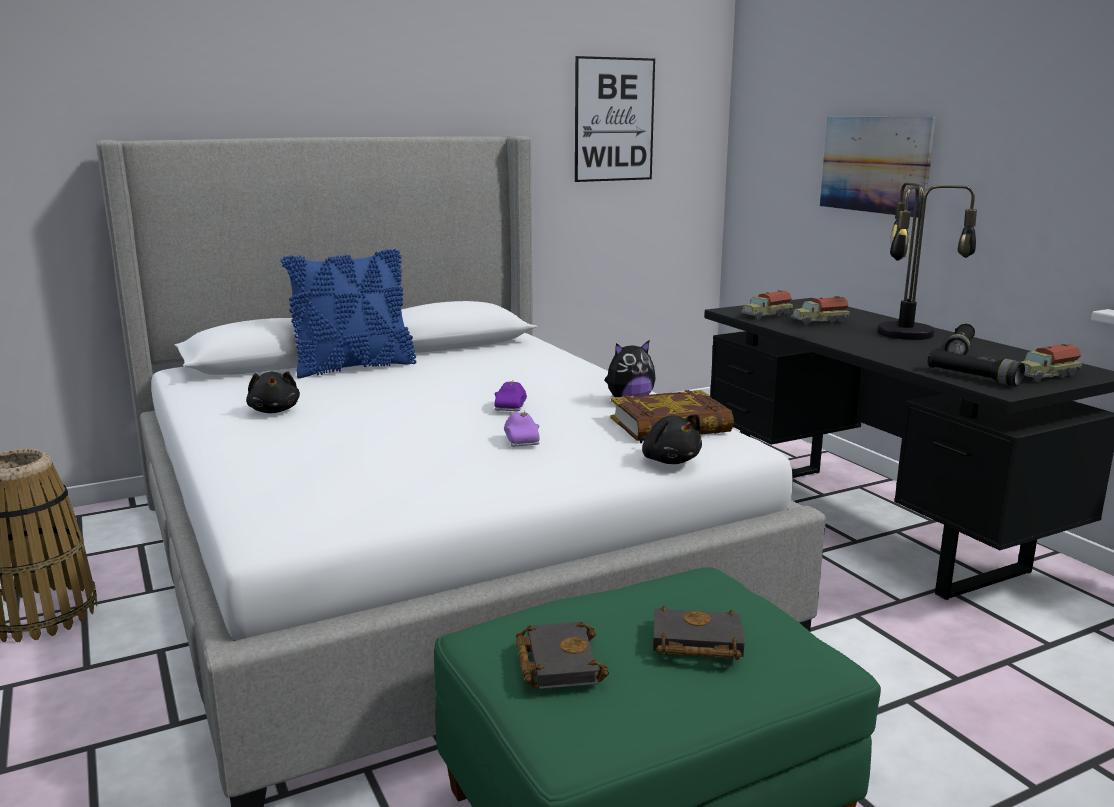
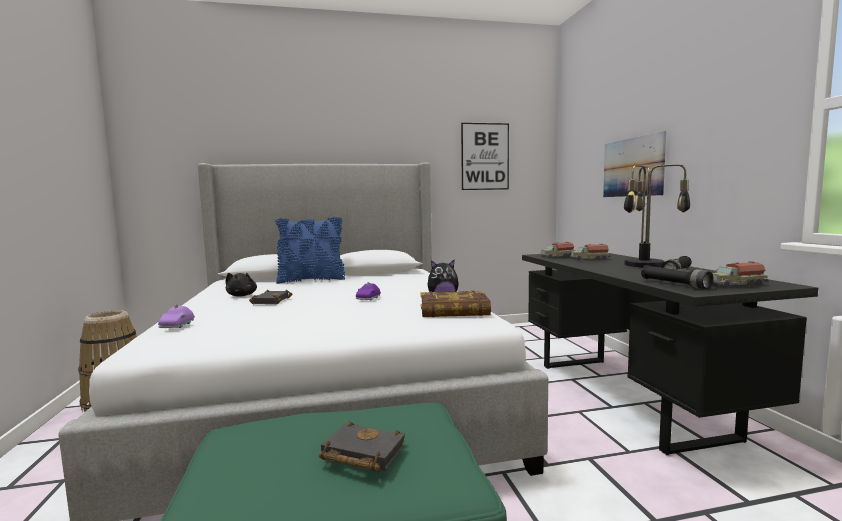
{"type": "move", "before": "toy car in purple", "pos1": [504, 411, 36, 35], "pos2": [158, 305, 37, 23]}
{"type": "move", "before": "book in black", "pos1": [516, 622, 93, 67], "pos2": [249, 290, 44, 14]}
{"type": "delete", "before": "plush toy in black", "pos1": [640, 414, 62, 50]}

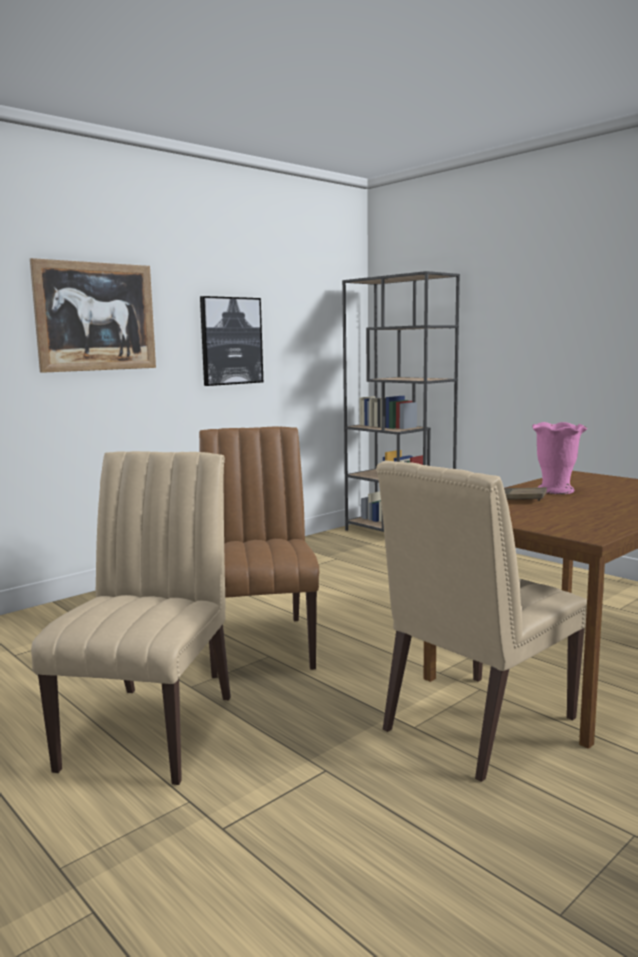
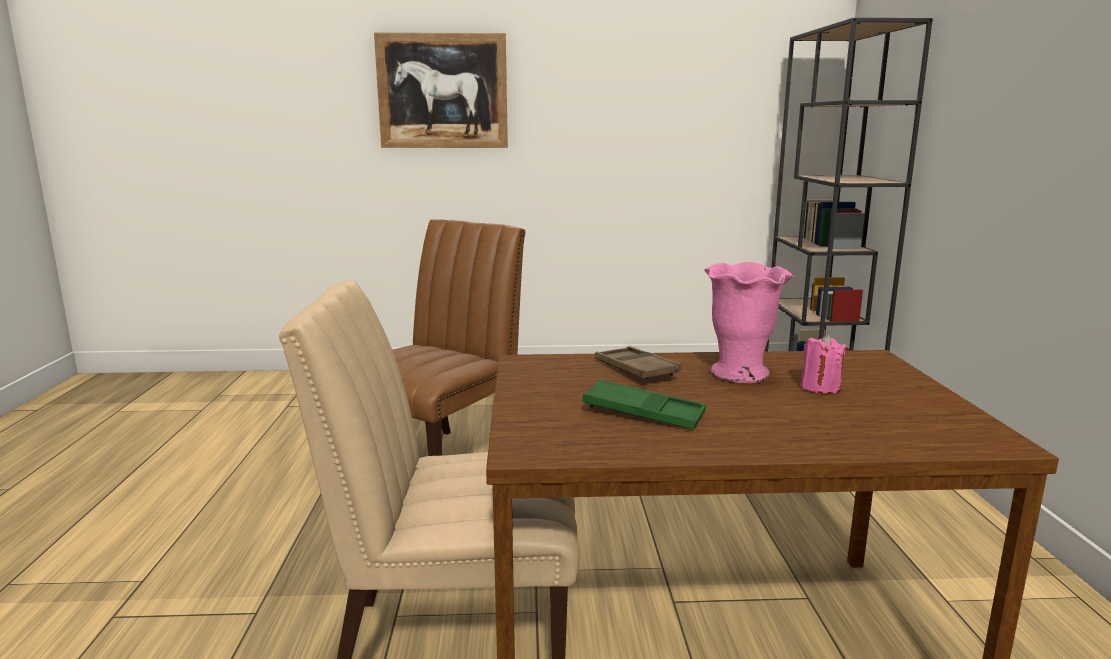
{"type": "delete", "before": "chair in beige", "pos1": [31, 451, 200, 334]}
{"type": "delete", "before": "picture", "pos1": [200, 296, 63, 90]}
{"type": "insert", "after": "tray in green", "pos2": [582, 379, 124, 50]}
{"type": "insert", "after": "candle in pink", "pos2": [801, 334, 46, 60]}

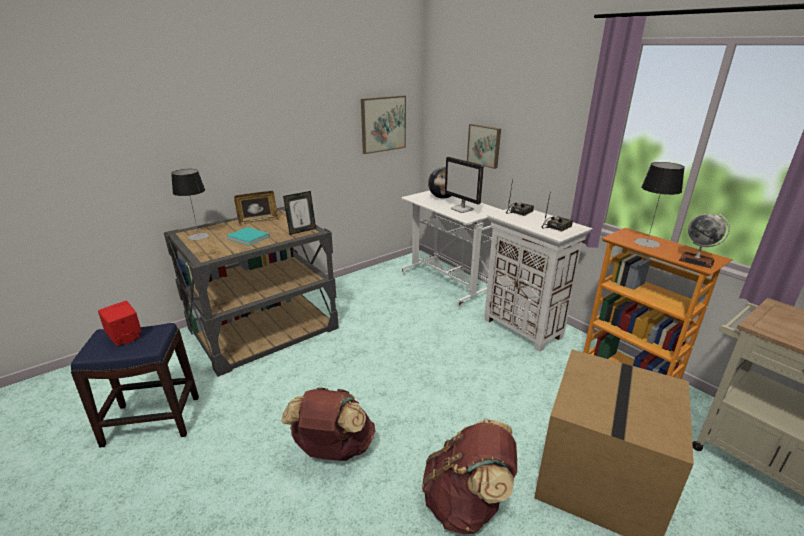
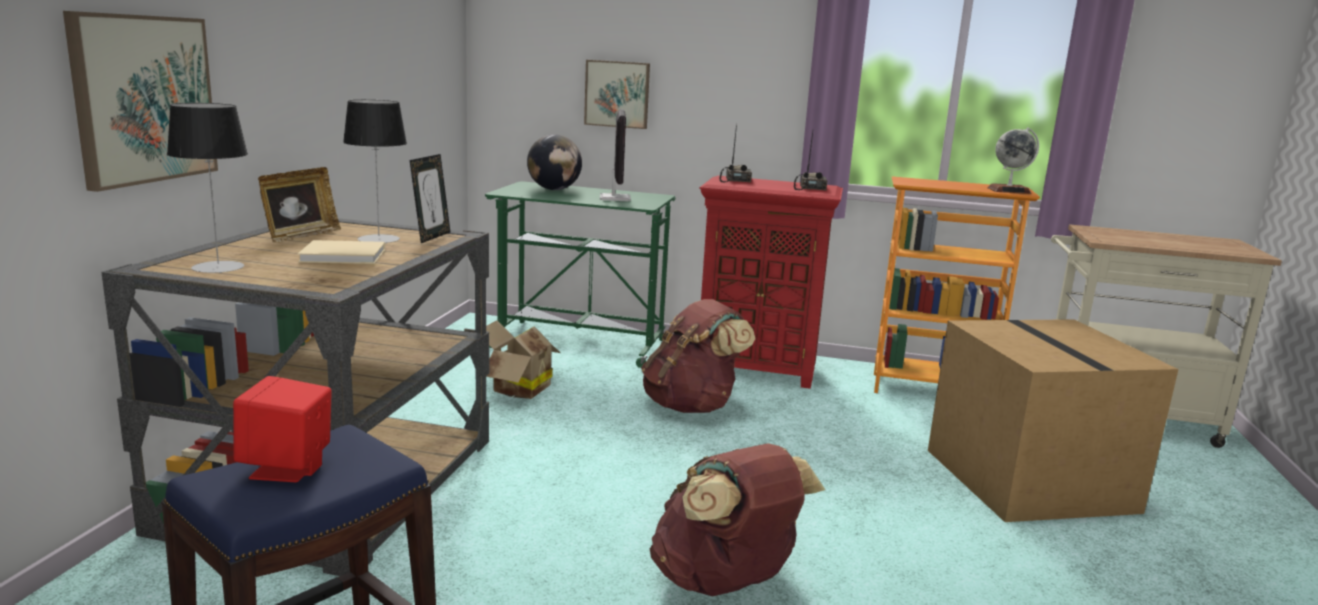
{"type": "recolor", "before": "book in turquoise", "after": "book in beige", "pos1": [226, 227, 44, 19], "pos2": [298, 240, 87, 24]}
{"type": "move", "before": "picture", "pos1": [361, 95, 45, 59], "pos2": [63, 11, 155, 181]}
{"type": "recolor", "before": "desk in white", "after": "desk in green", "pos1": [401, 191, 101, 116], "pos2": [485, 182, 190, 186]}
{"type": "move", "before": "backpack in brown", "pos1": [422, 419, 95, 115], "pos2": [641, 299, 114, 114]}
{"type": "rotate", "before": "monitor", "pos1": [445, 157, 39, 56], "pos2": [600, 109, 31, 92], "turn": -105}
{"type": "recolor", "before": "cabinet in white", "after": "cabinet in red", "pos1": [485, 208, 108, 144], "pos2": [700, 176, 143, 213]}
{"type": "move", "before": "table lamp", "pos1": [634, 162, 51, 86], "pos2": [343, 99, 64, 144]}
{"type": "insert", "after": "cardboard box", "pos2": [486, 320, 75, 79]}

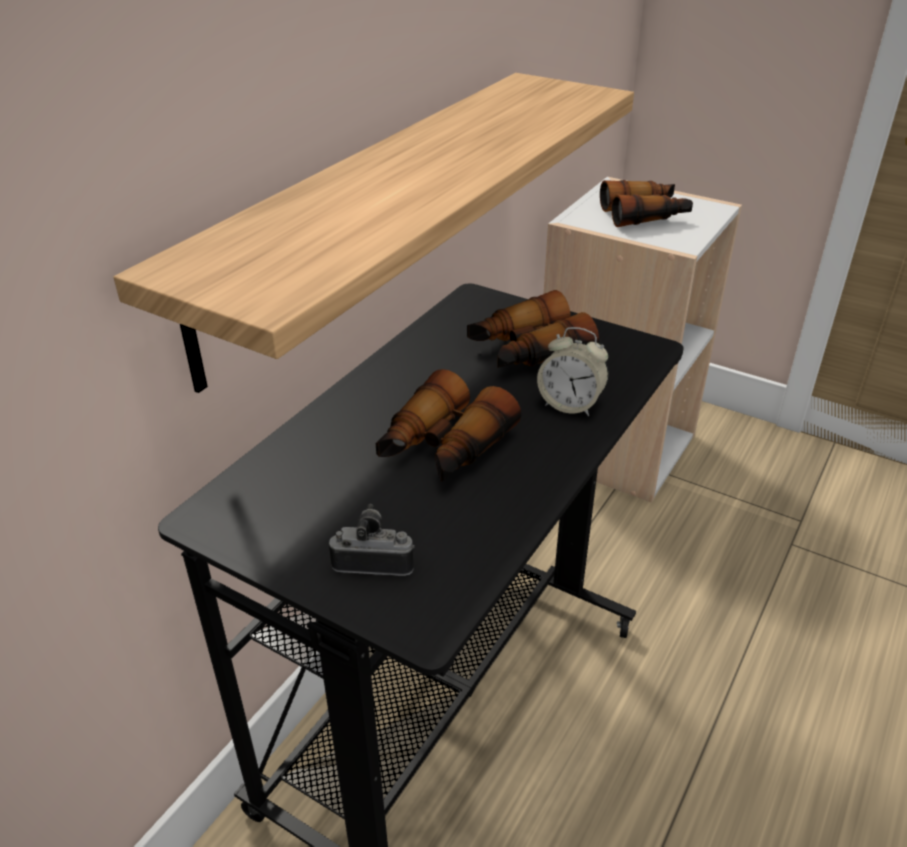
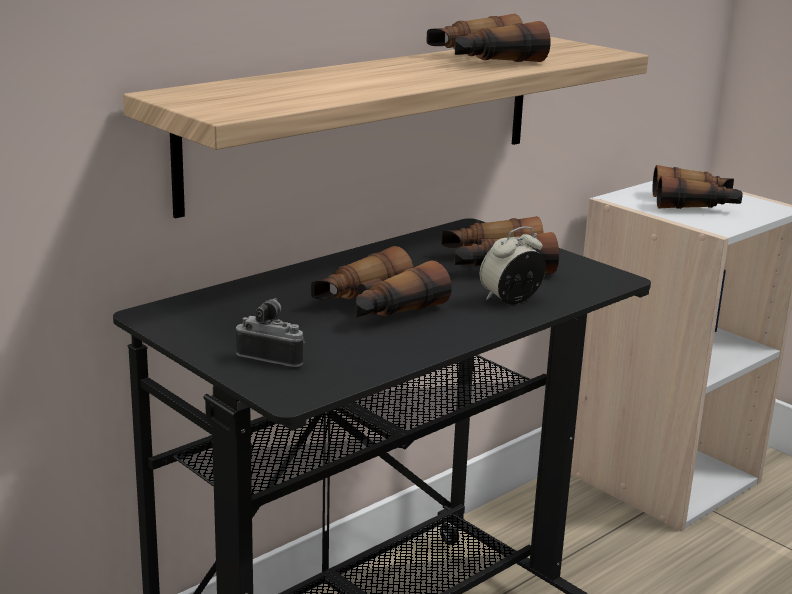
{"type": "rotate", "before": "alarm clock", "pos1": [537, 327, 71, 89], "pos2": [479, 226, 67, 79], "turn": 105}
{"type": "insert", "after": "binoculars", "pos2": [426, 14, 124, 48]}

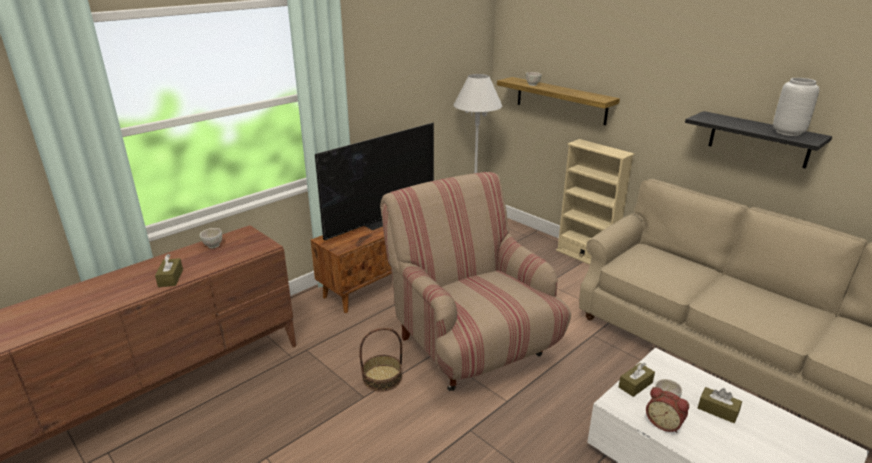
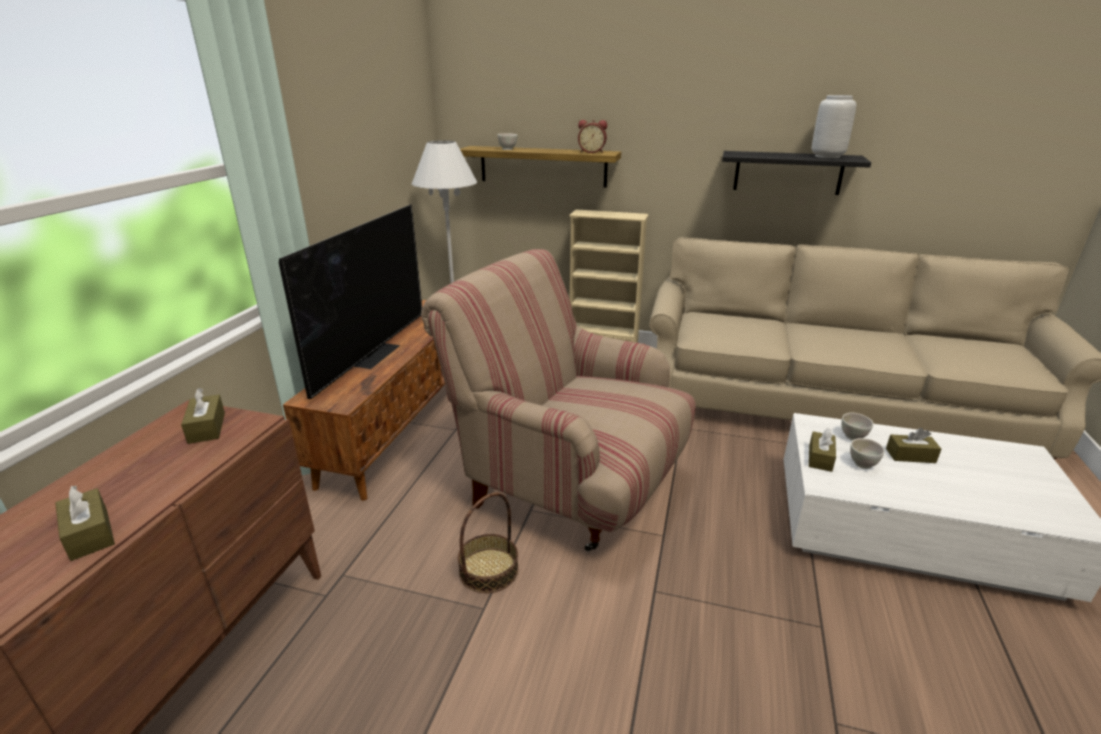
{"type": "move", "before": "bowl in white", "pos1": [199, 228, 23, 20], "pos2": [841, 413, 32, 27]}
{"type": "move", "before": "alarm clock", "pos1": [646, 387, 43, 46], "pos2": [578, 120, 29, 33]}
{"type": "insert", "after": "tissue box in brown", "pos2": [181, 388, 44, 56]}

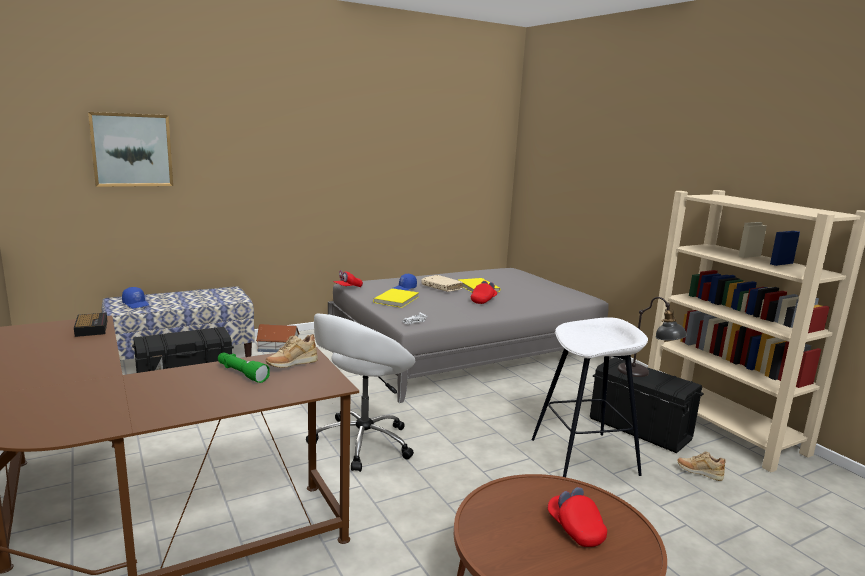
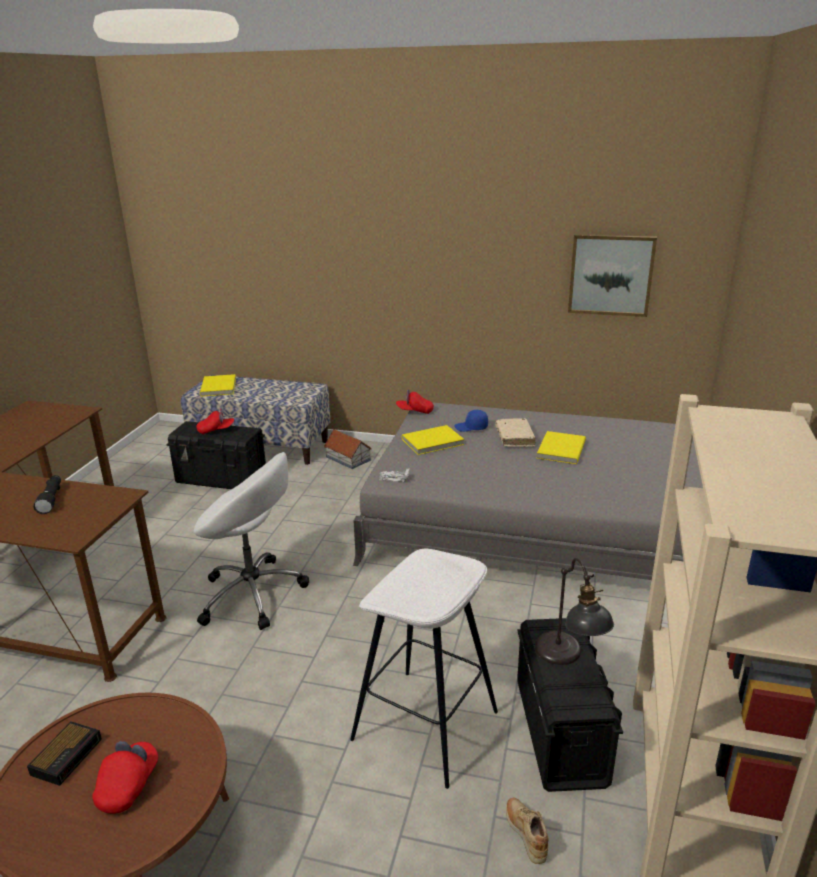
{"type": "move", "before": "alarm clock", "pos1": [74, 312, 33, 25], "pos2": [27, 721, 75, 65]}
{"type": "move", "before": "picture", "pos1": [88, 112, 85, 75], "pos2": [568, 234, 89, 83]}
{"type": "replace", "before": "cap in blue", "after": "book in yellow", "pos1": [122, 287, 27, 21], "pos2": [200, 374, 36, 23]}
{"type": "recolor", "before": "flashlight in green", "after": "flashlight in black", "pos1": [218, 353, 52, 30], "pos2": [33, 475, 28, 39]}
{"type": "delete", "before": "shoe in beige", "pos1": [266, 334, 52, 34]}
{"type": "rotate", "before": "office chair in white", "pos1": [306, 314, 109, 158], "pos2": [194, 452, 115, 178], "turn": -150}
{"type": "move", "before": "cap in red", "pos1": [471, 281, 26, 23], "pos2": [196, 408, 38, 26]}

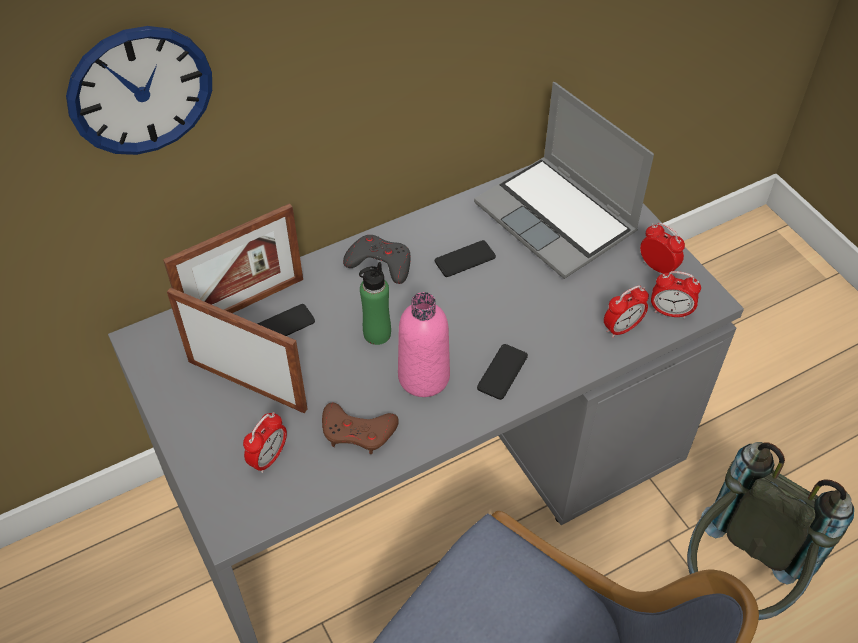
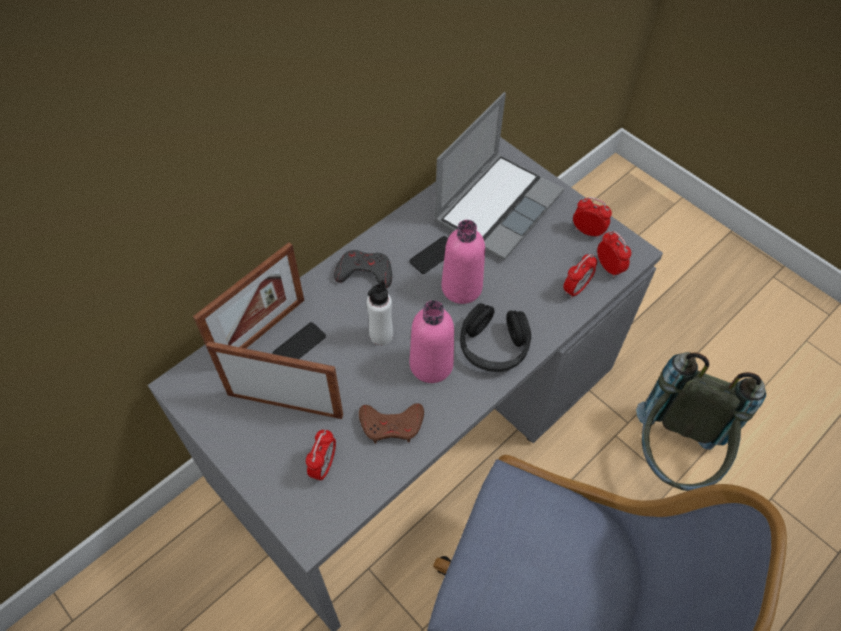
{"type": "delete", "before": "wall clock", "pos1": [66, 26, 146, 129]}
{"type": "recolor", "before": "bottle in green", "after": "bottle in white", "pos1": [359, 262, 32, 83], "pos2": [367, 280, 26, 66]}
{"type": "rotate", "before": "laptop", "pos1": [474, 82, 180, 197], "pos2": [434, 92, 130, 168], "turn": -90}
{"type": "replace", "before": "phone", "after": "headphones in black", "pos1": [477, 344, 51, 56], "pos2": [460, 303, 71, 69]}
{"type": "rotate", "before": "alarm clock", "pos1": [651, 271, 50, 48], "pos2": [597, 231, 34, 47], "turn": -120}
{"type": "insert", "after": "bottle in pink", "pos2": [441, 220, 44, 84]}

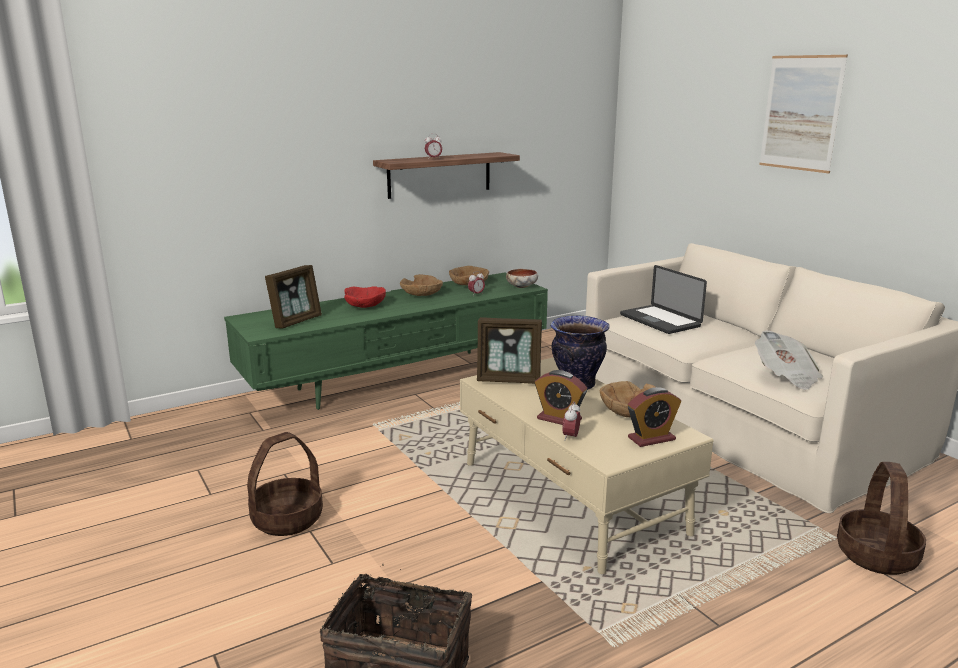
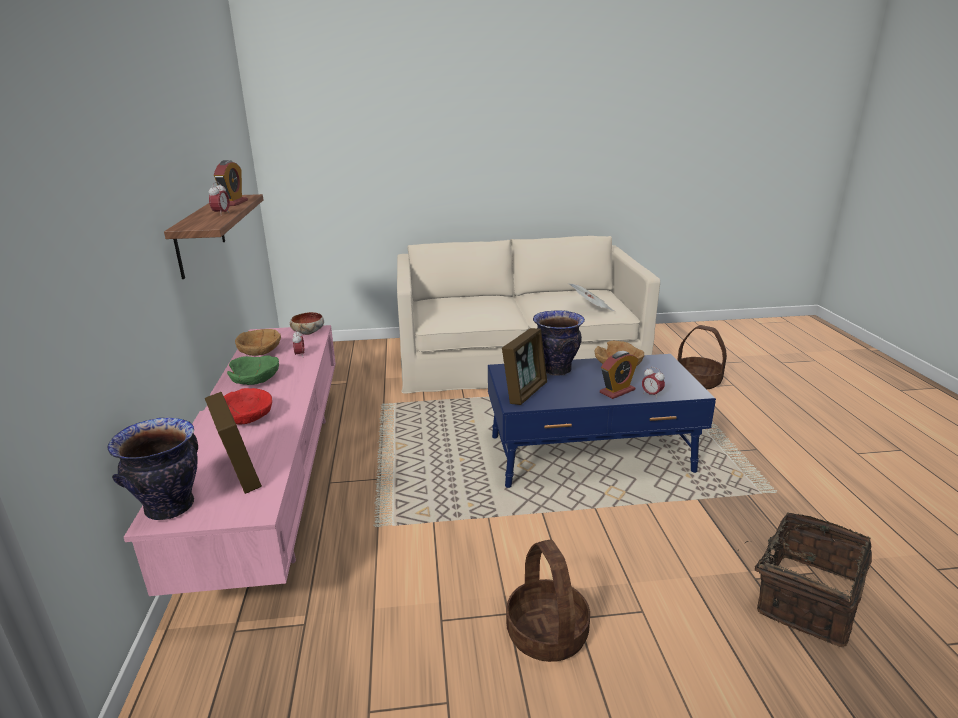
{"type": "recolor", "before": "tv stand in green", "after": "tv stand in pink", "pos1": [224, 273, 324, 137], "pos2": [124, 325, 212, 271]}
{"type": "recolor", "before": "bowl in brown", "after": "bowl in green", "pos1": [400, 274, 43, 22], "pos2": [227, 355, 52, 30]}
{"type": "recolor", "before": "coffee table in beige", "after": "coffee table in blue", "pos1": [460, 357, 254, 217], "pos2": [488, 354, 228, 134]}
{"type": "delete", "before": "laptop", "pos1": [620, 265, 87, 69]}
{"type": "move", "before": "alarm clock", "pos1": [628, 387, 53, 60], "pos2": [214, 160, 34, 46]}
{"type": "delete", "before": "picture", "pos1": [759, 55, 89, 118]}
{"type": "insert", "after": "vase", "pos2": [108, 418, 90, 102]}

